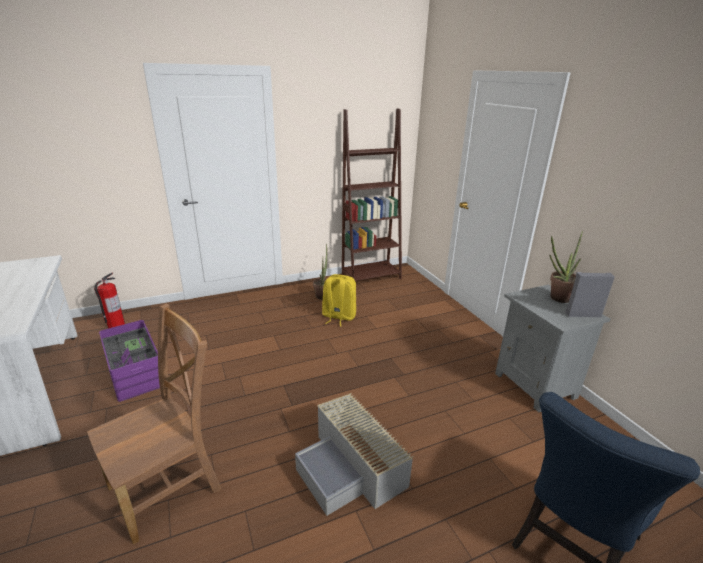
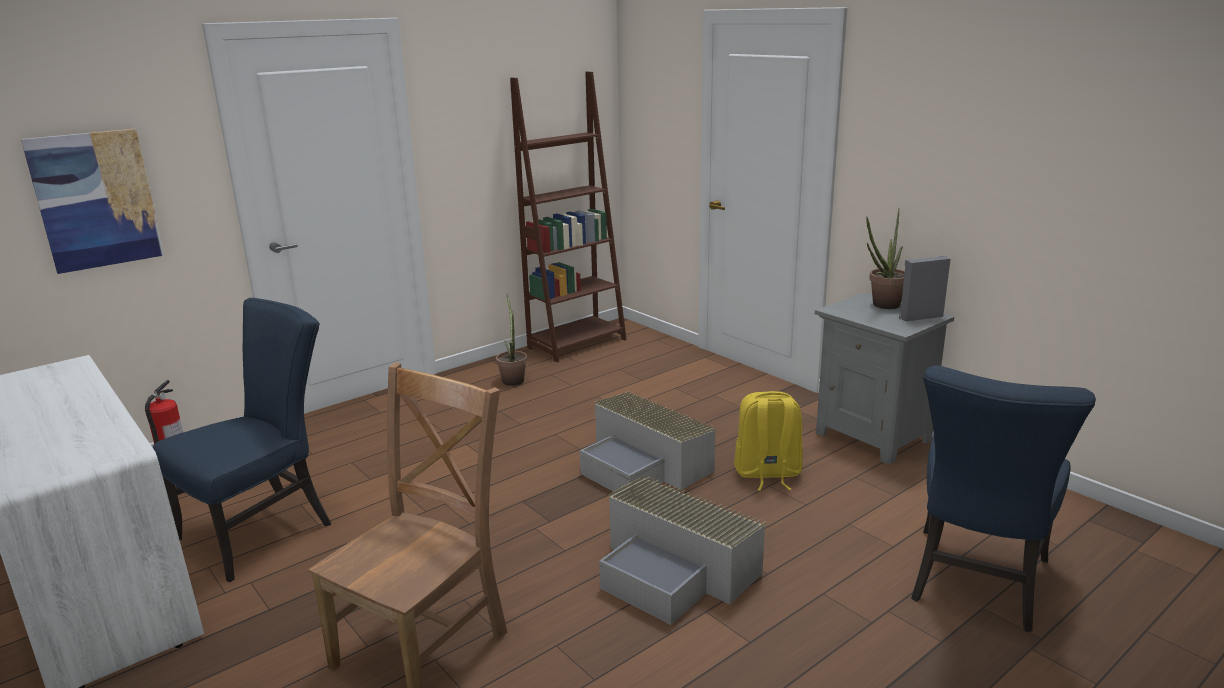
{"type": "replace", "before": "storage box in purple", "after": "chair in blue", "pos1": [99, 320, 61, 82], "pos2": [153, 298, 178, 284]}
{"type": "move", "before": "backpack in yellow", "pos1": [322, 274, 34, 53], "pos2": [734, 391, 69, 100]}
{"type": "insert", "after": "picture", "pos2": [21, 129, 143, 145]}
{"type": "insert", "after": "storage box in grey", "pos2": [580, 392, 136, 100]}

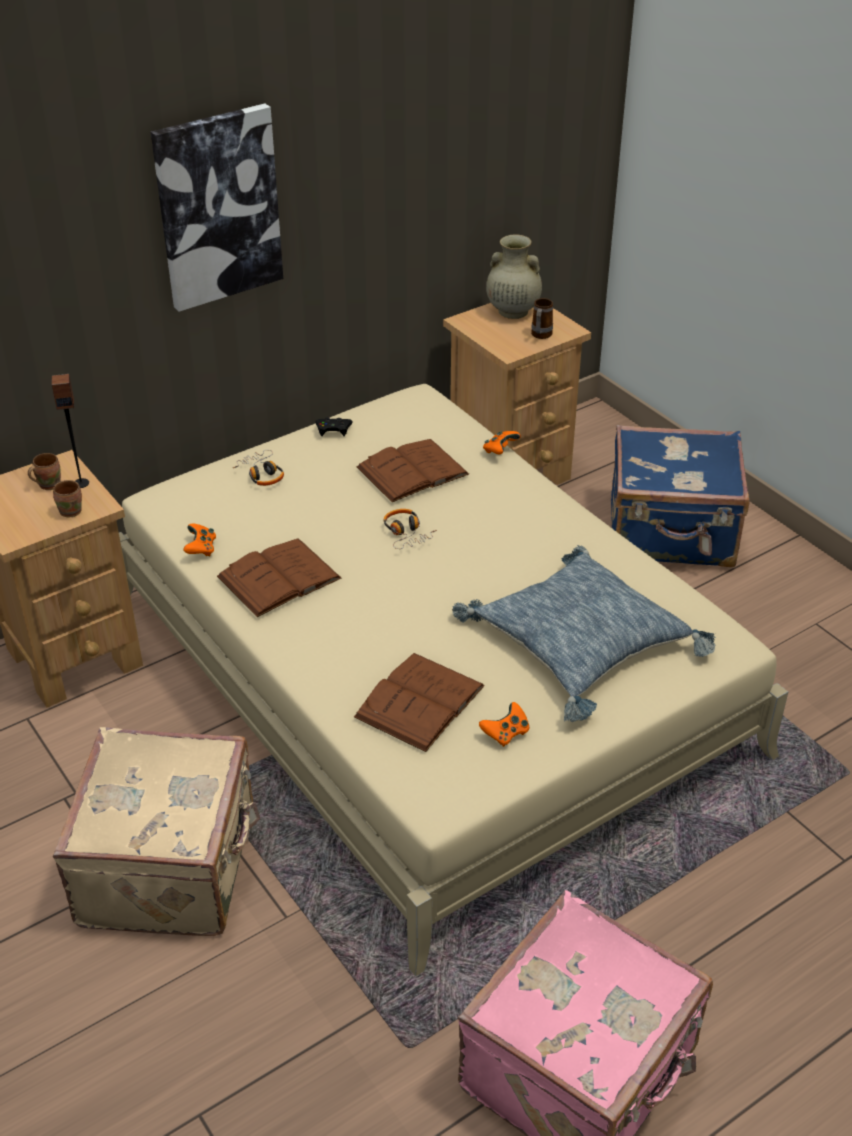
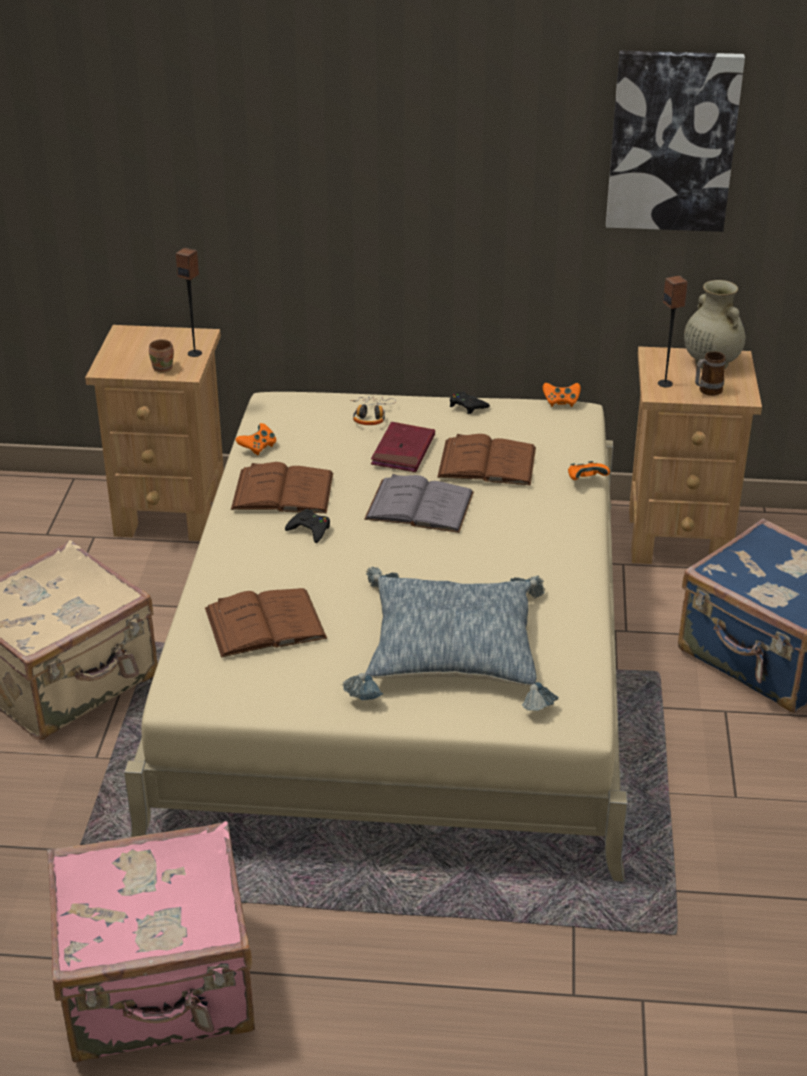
{"type": "delete", "before": "mug in brown", "pos1": [28, 453, 33, 37]}
{"type": "move", "before": "picture", "pos1": [151, 103, 132, 209], "pos2": [606, 50, 139, 182]}
{"type": "replace", "before": "headphones", "after": "book in grey", "pos1": [383, 509, 54, 40], "pos2": [364, 474, 110, 59]}
{"type": "move", "before": "game controller in orange", "pos1": [479, 702, 51, 45], "pos2": [543, 383, 38, 24]}
{"type": "insert", "after": "game controller in black", "pos2": [285, 509, 45, 34]}
{"type": "insert", "after": "book in red", "pos2": [371, 422, 64, 50]}
{"type": "insert", "after": "speaker", "pos2": [658, 276, 30, 111]}

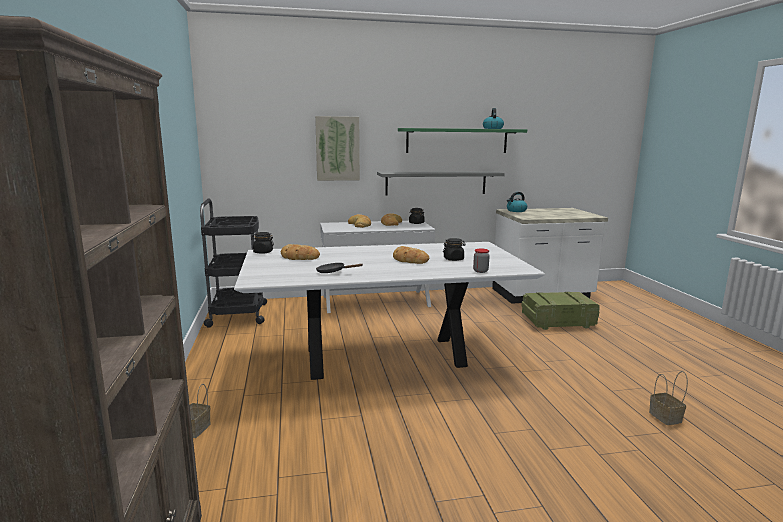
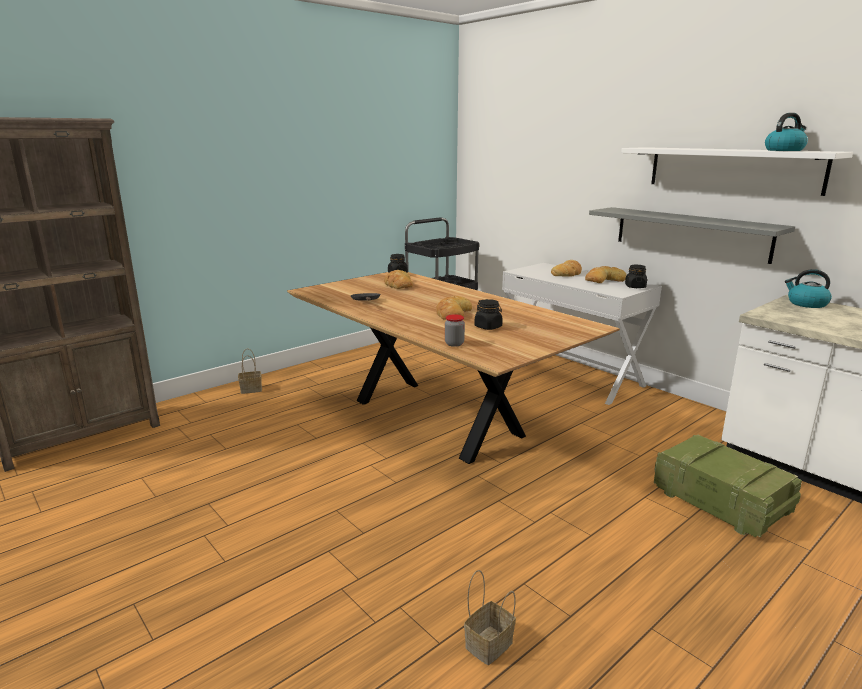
{"type": "recolor", "before": "dining table in white", "after": "dining table in brown", "pos1": [234, 242, 311, 138], "pos2": [287, 272, 333, 192]}
{"type": "delete", "before": "picture", "pos1": [315, 116, 45, 65]}
{"type": "recolor", "before": "shelf in green", "after": "shelf in white", "pos1": [398, 128, 129, 25], "pos2": [621, 147, 232, 49]}

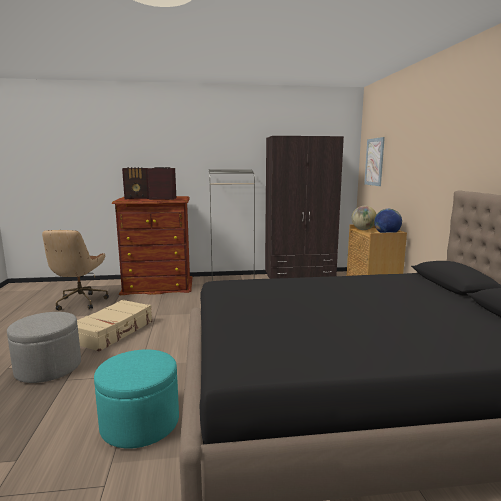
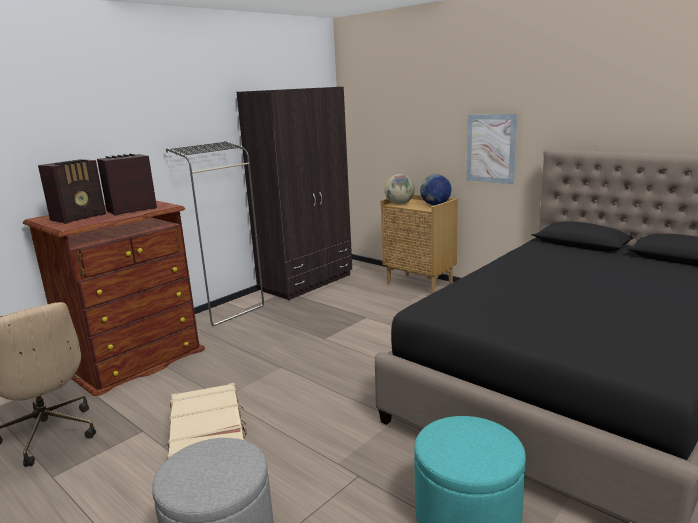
{"type": "move", "before": "picture", "pos1": [364, 137, 21, 49], "pos2": [466, 114, 51, 70]}

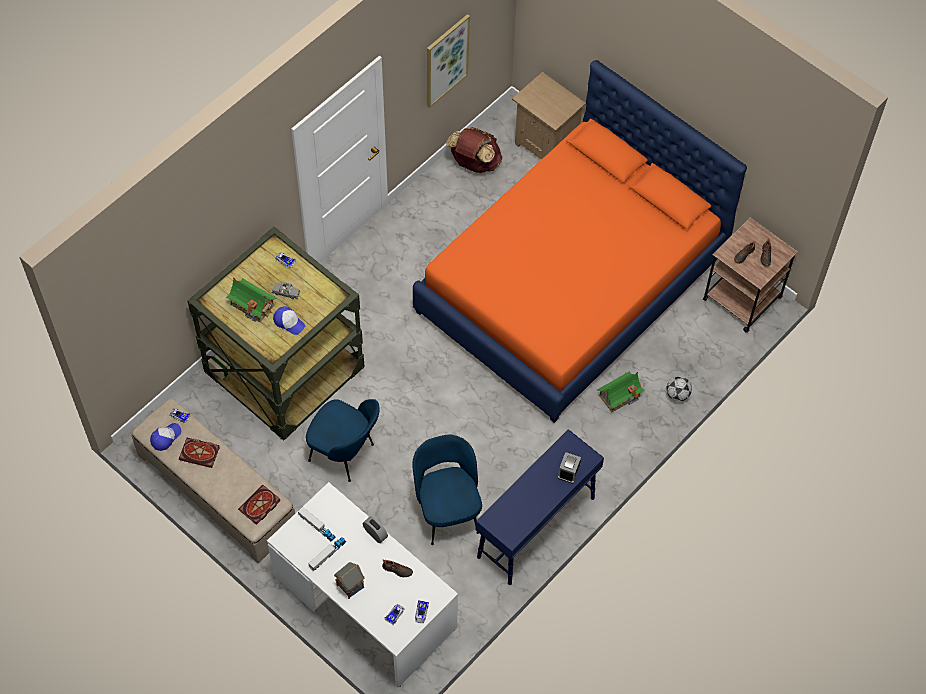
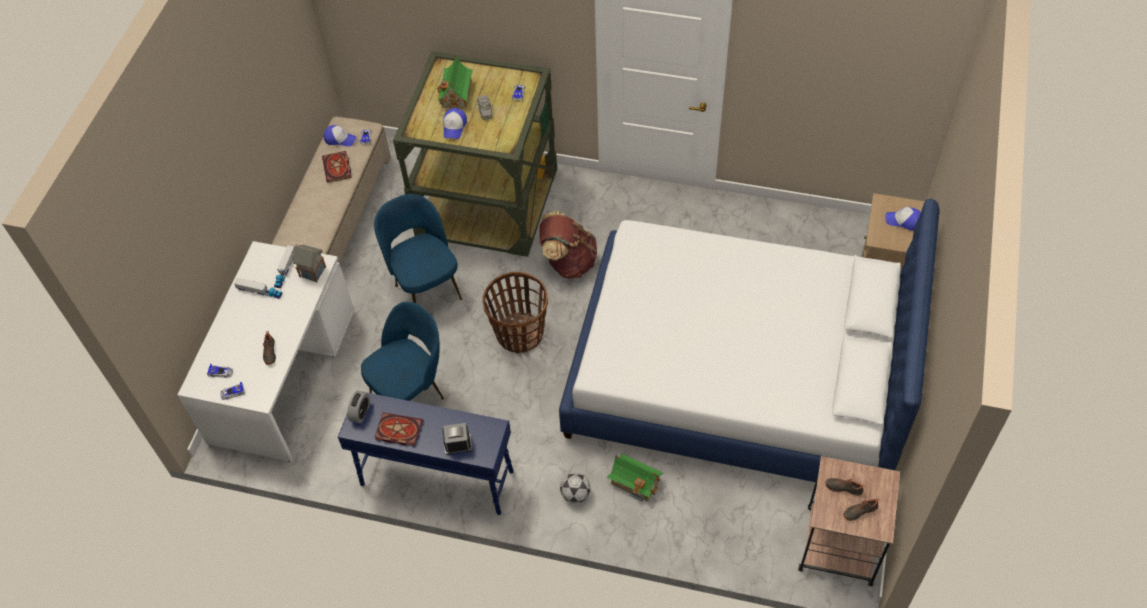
{"type": "move", "before": "book", "pos1": [238, 485, 43, 40], "pos2": [375, 412, 48, 34]}
{"type": "rotate", "before": "chair in blue", "pos1": [306, 399, 73, 83], "pos2": [374, 194, 88, 109], "turn": 150}
{"type": "move", "before": "toy house", "pos1": [334, 562, 31, 37], "pos2": [293, 244, 33, 39]}
{"type": "move", "before": "alarm clock", "pos1": [363, 516, 25, 27], "pos2": [347, 391, 23, 32]}
{"type": "recolor", "before": "bed in orange", "after": "bed in white", "pos1": [413, 60, 334, 363], "pos2": [559, 199, 381, 283]}
{"type": "delete", "before": "picture", "pos1": [427, 14, 43, 94]}
{"type": "move", "before": "backpack in brown", "pos1": [446, 127, 56, 46], "pos2": [539, 211, 58, 68]}
{"type": "move", "before": "football", "pos1": [666, 376, 26, 26], "pos2": [560, 473, 31, 30]}
{"type": "insert", "after": "basket", "pos2": [482, 272, 66, 81]}
{"type": "insert", "after": "cap", "pos2": [885, 207, 36, 23]}

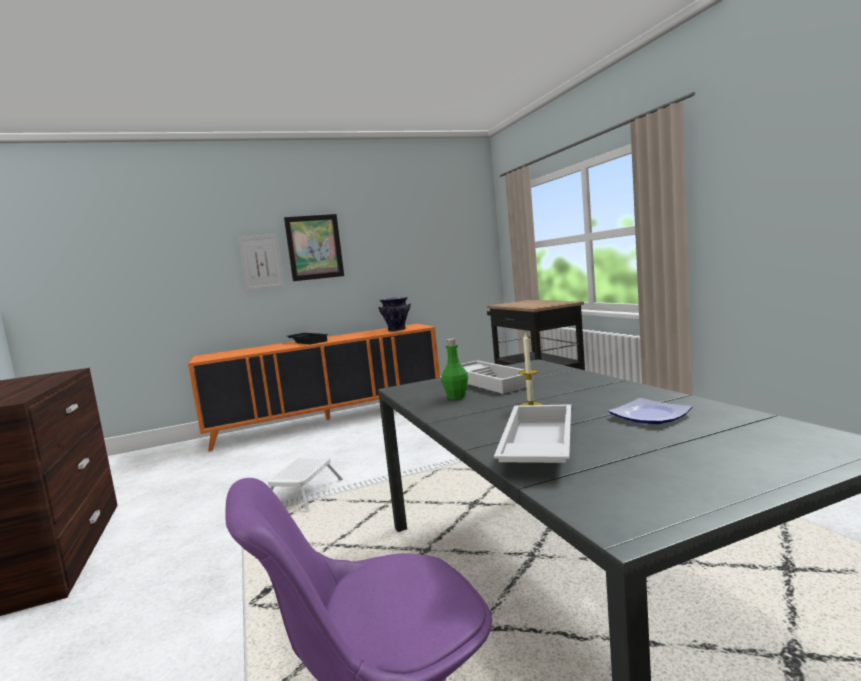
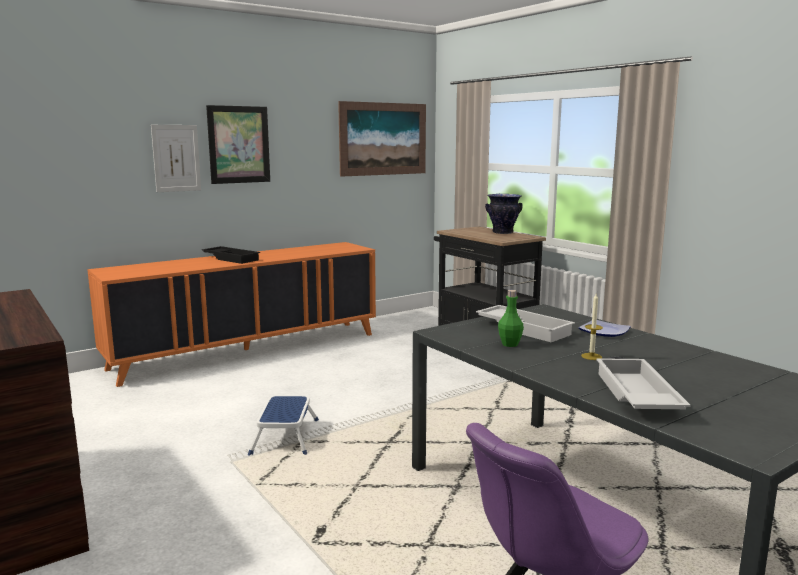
{"type": "recolor", "before": "step ladder in white", "after": "step ladder in blue", "pos1": [268, 457, 75, 56], "pos2": [248, 396, 71, 59]}
{"type": "move", "before": "vase", "pos1": [378, 297, 33, 34], "pos2": [485, 194, 38, 40]}
{"type": "move", "before": "plate", "pos1": [608, 398, 84, 26], "pos2": [578, 320, 53, 17]}
{"type": "insert", "after": "picture", "pos2": [338, 101, 88, 76]}

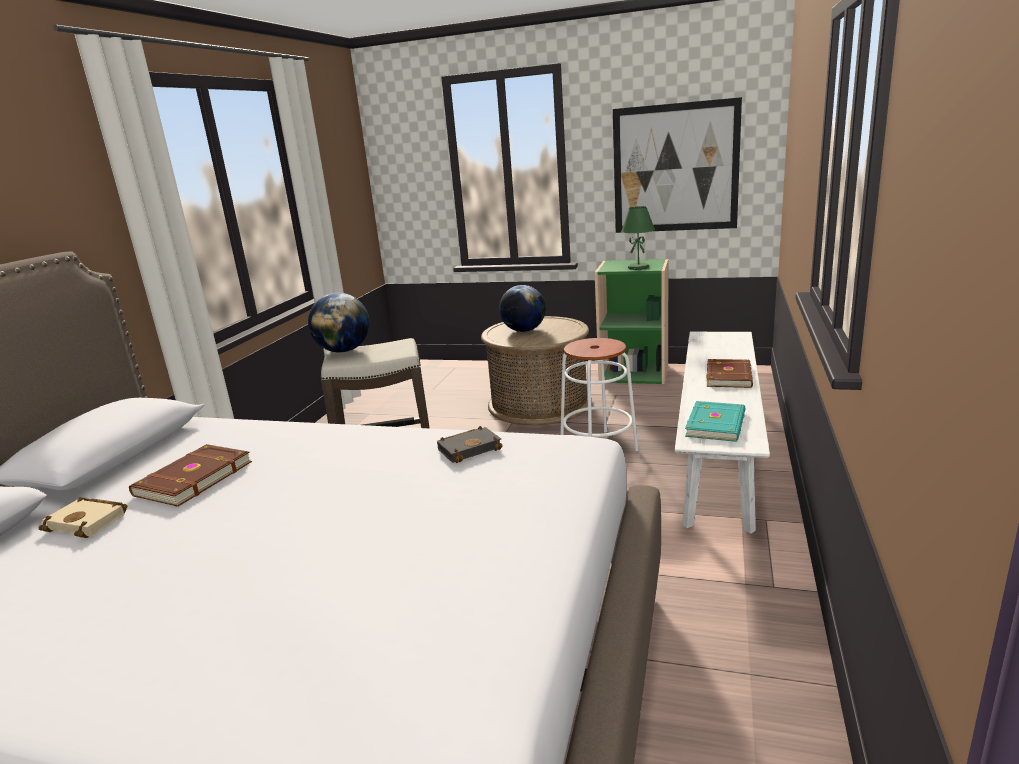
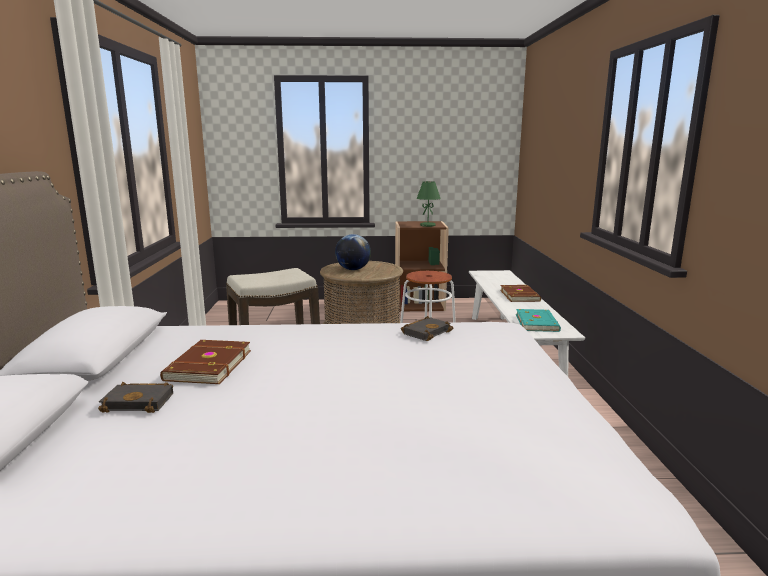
{"type": "recolor", "before": "book in beige", "after": "book in black", "pos1": [38, 497, 89, 41], "pos2": [98, 382, 75, 31]}
{"type": "delete", "before": "globe", "pos1": [308, 293, 62, 60]}
{"type": "recolor", "before": "bookcase in green", "after": "bookcase in brown", "pos1": [595, 259, 73, 125], "pos2": [395, 221, 54, 90]}
{"type": "delete", "before": "picture", "pos1": [613, 97, 129, 136]}

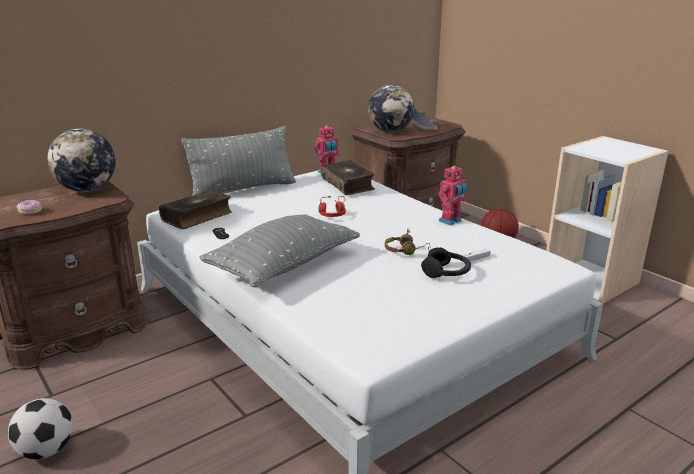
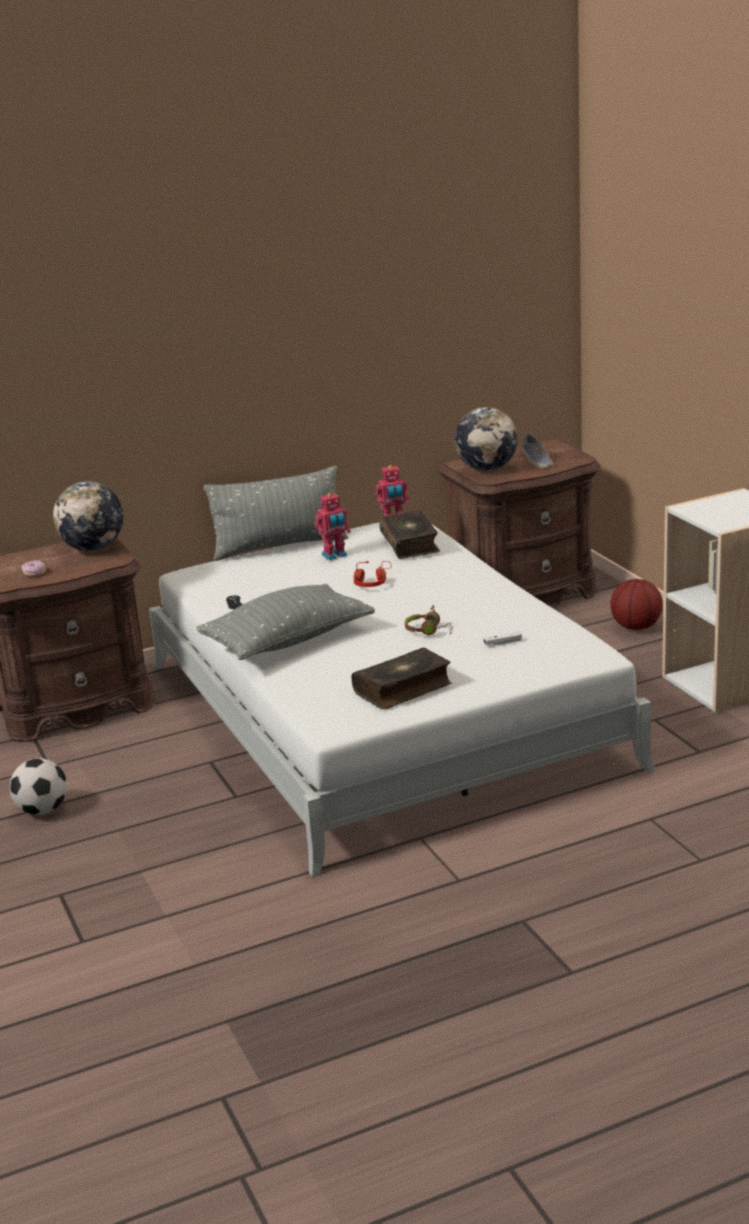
{"type": "move", "before": "book", "pos1": [159, 190, 73, 39], "pos2": [352, 647, 100, 62]}
{"type": "delete", "before": "headphones in black", "pos1": [421, 247, 50, 31]}
{"type": "move", "before": "toy robot", "pos1": [439, 165, 28, 61], "pos2": [315, 493, 36, 67]}

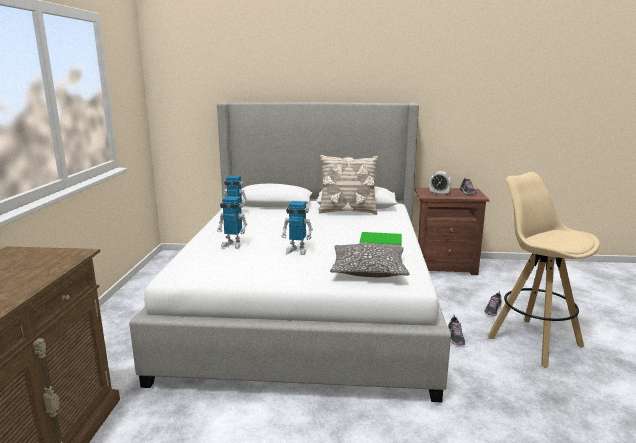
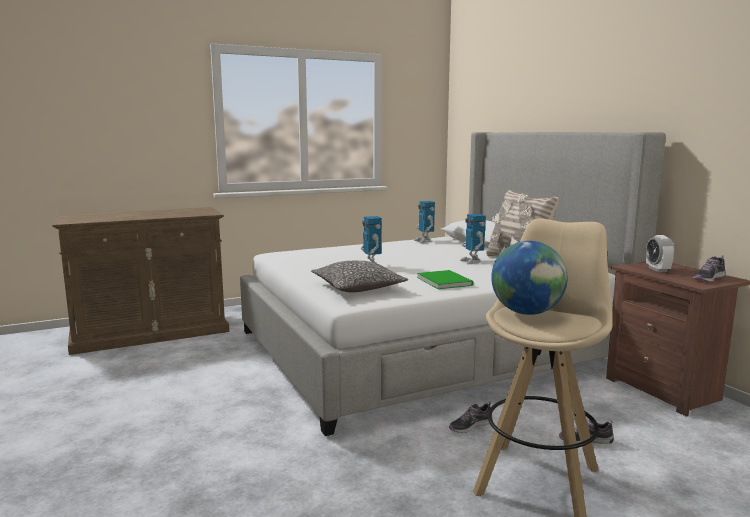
{"type": "move", "before": "toy robot", "pos1": [217, 196, 30, 53], "pos2": [460, 214, 26, 50]}
{"type": "insert", "after": "globe", "pos2": [491, 241, 77, 74]}

